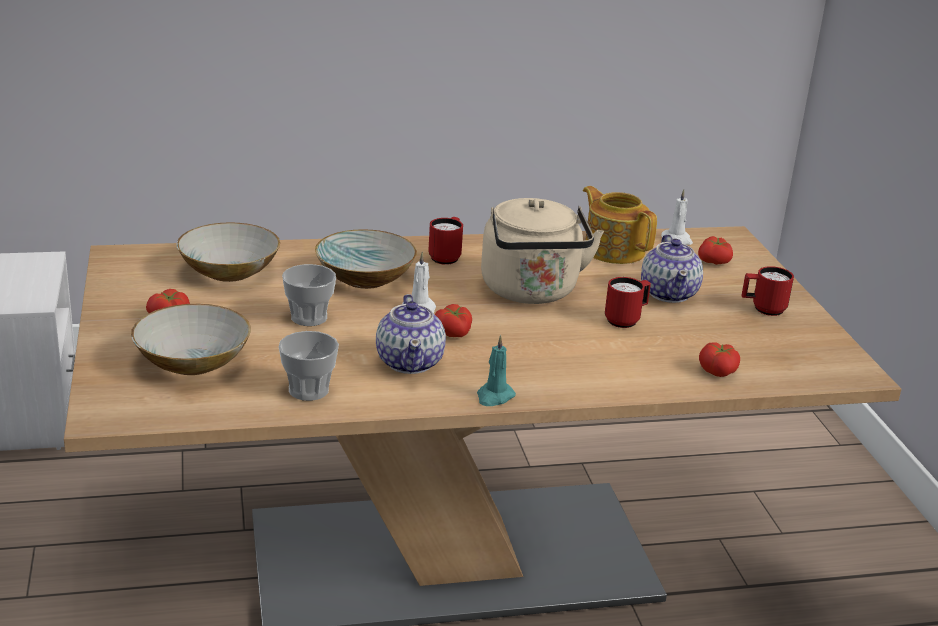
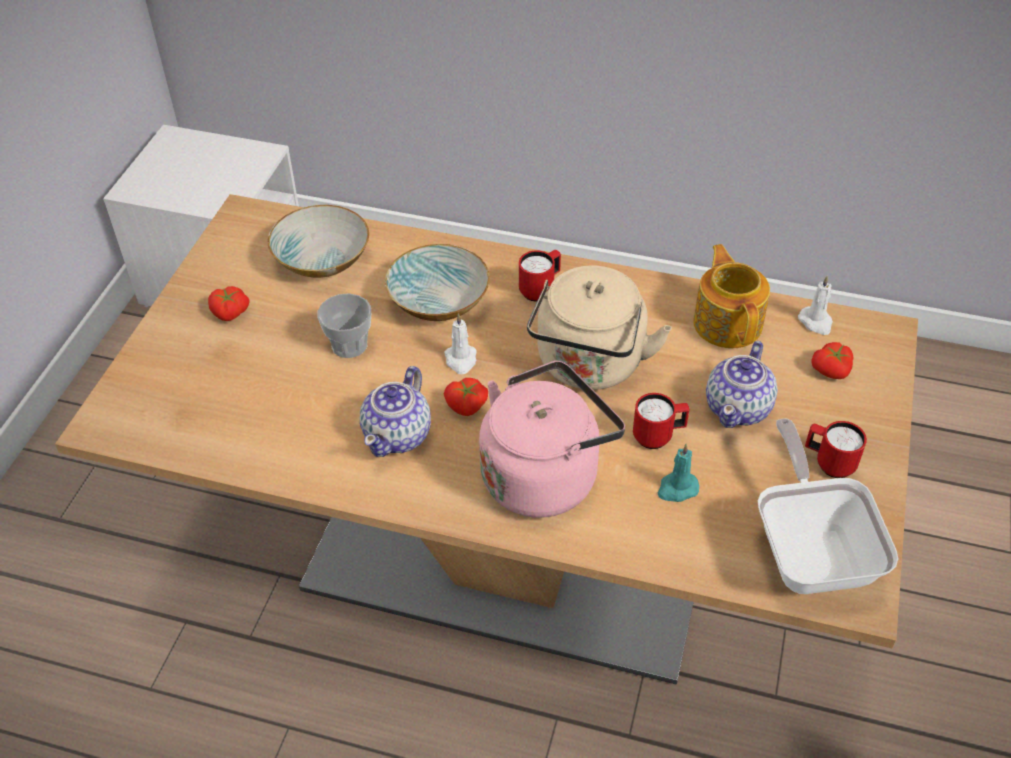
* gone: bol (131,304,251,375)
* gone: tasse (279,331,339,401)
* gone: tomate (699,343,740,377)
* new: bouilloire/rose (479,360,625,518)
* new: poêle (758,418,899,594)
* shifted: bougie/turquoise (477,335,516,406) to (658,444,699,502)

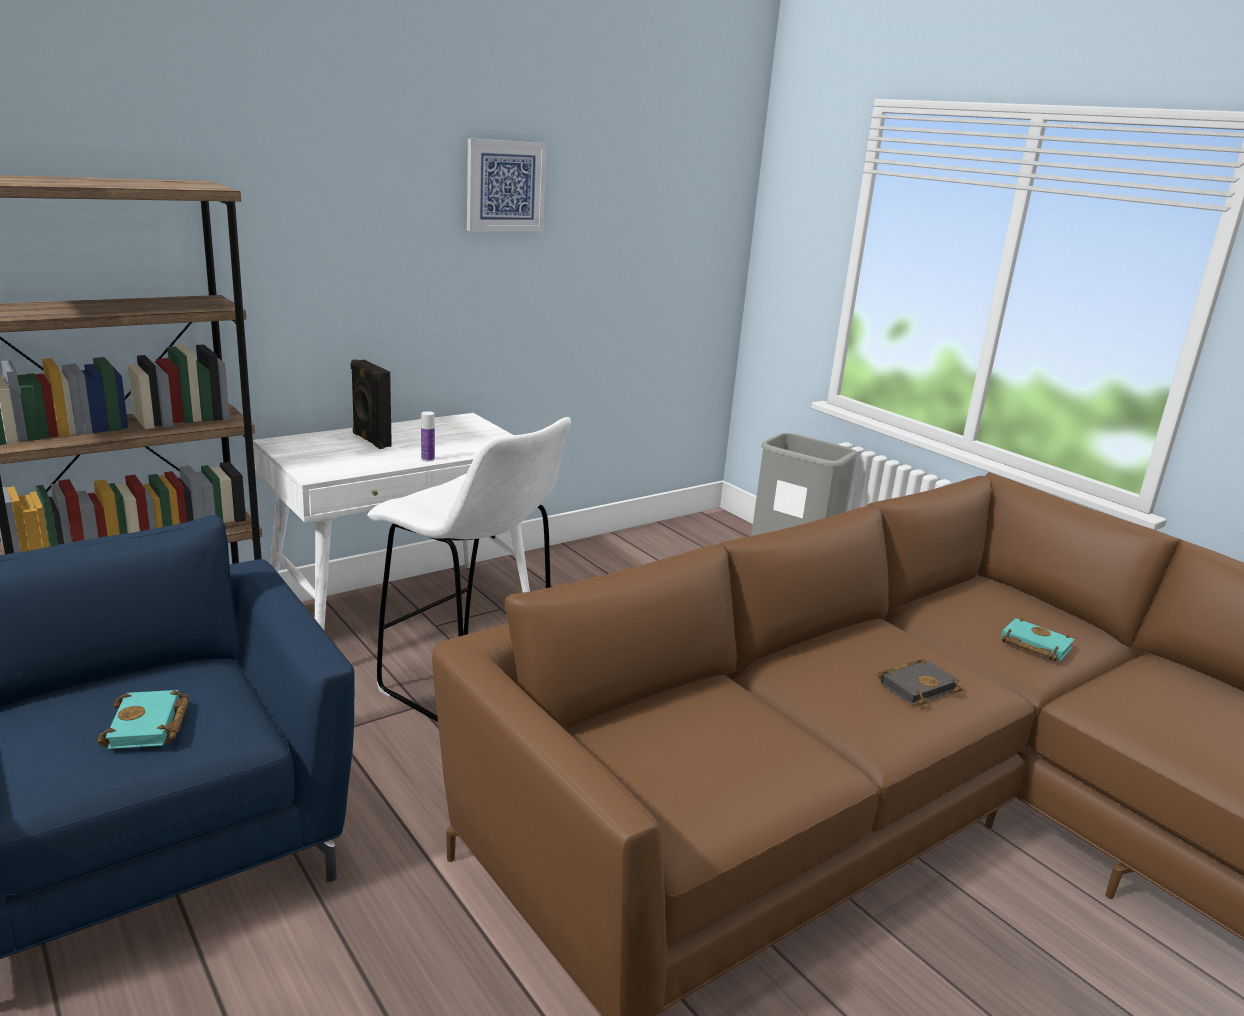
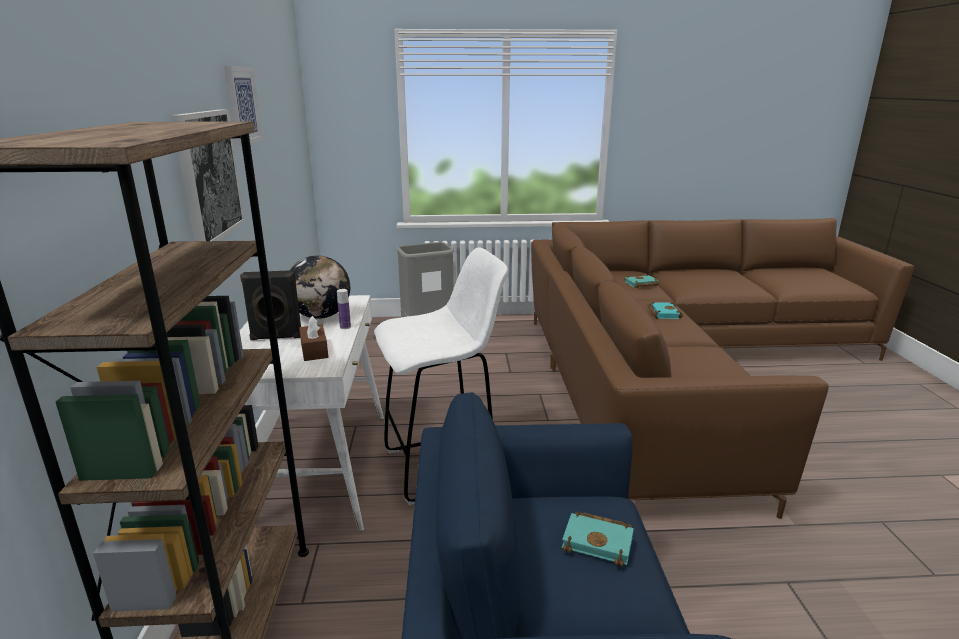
* new: tableau (171,109,245,241)
* new: globe (289,255,350,319)
* new: boîte à mouchoirs/marron (299,316,328,361)
* repainted: livre/noir (878,659,963,706) to livre/turquoise (647,302,683,319)

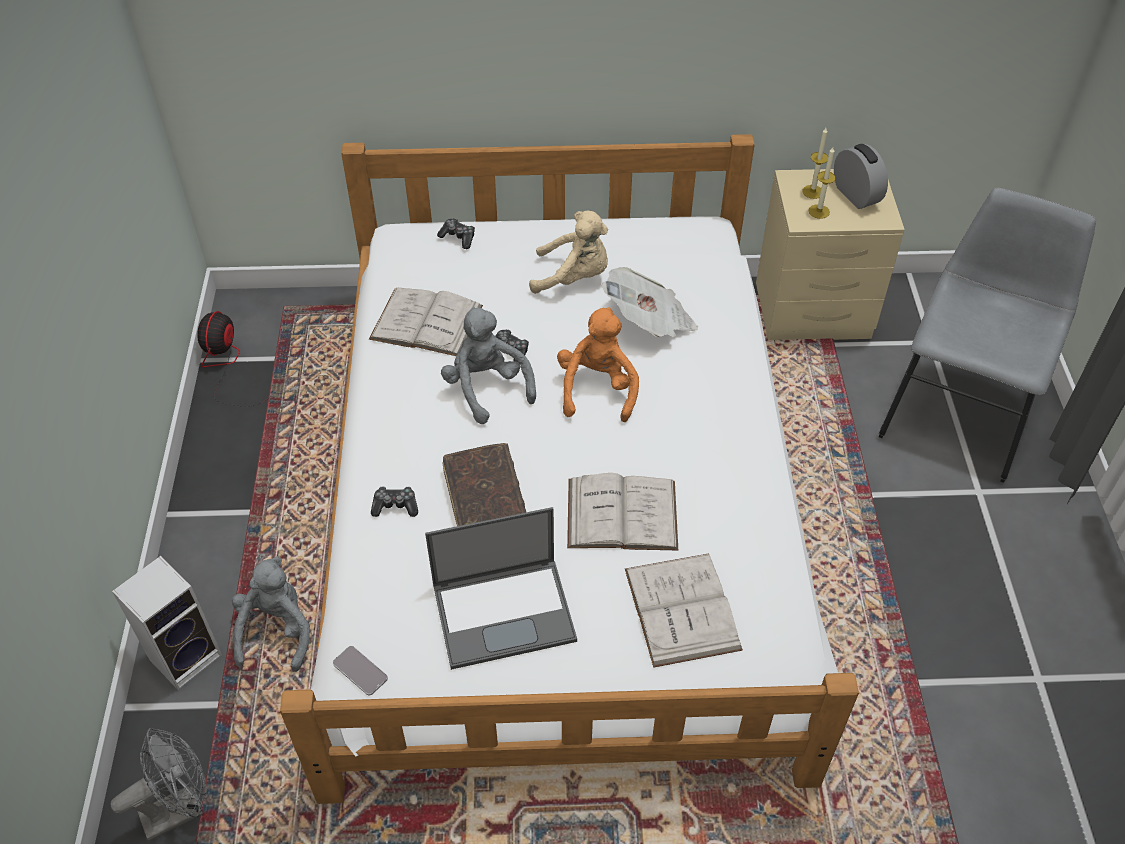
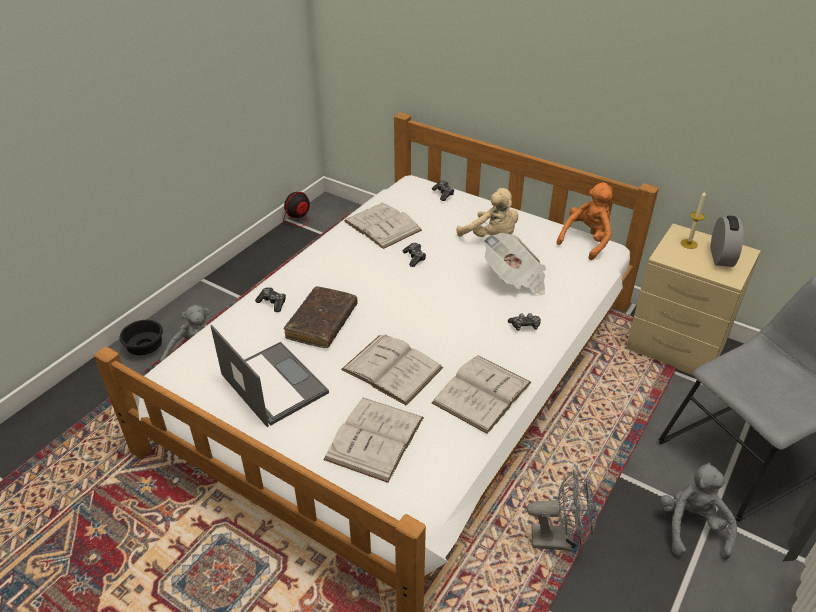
* gone: téléphone (333,646,388,696)
* gone: bougie (808,147,836,219)
* new: livre/blanc (432,355,532,434)
* new: manette (508,313,541,331)
* shifted: ventilateur/gris (111,728,207,841) to (527,470,596,551)
* shifted: peluche/gris (441,307,536,424) to (660,463,737,560)
* shifted: peluche/orange (557,307,639,422) to (557,182,613,260)
* swapped: enceinte (112,556,222,690) to bol/noir (120,320,163,355)
* rotated: ordinateur portable (425,507,577,670) = (211,325,329,427) 150 degrees counterclockwise

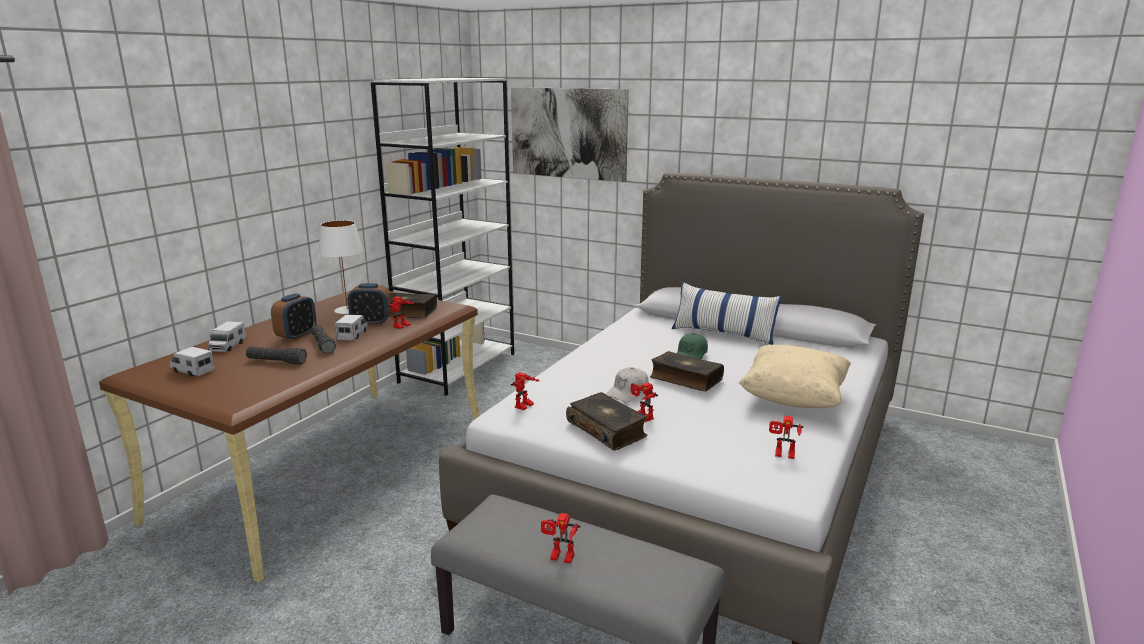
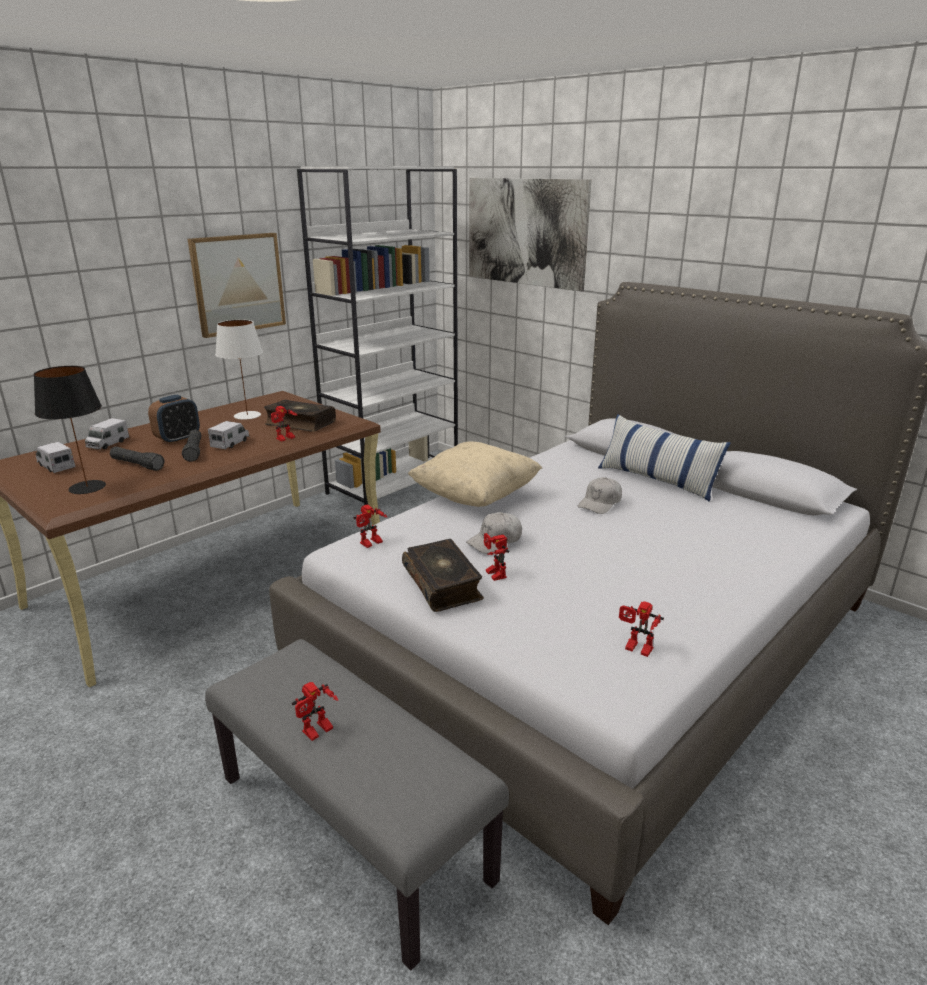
* gone: réveil (348,283,391,326)
* gone: livre (650,351,724,392)
* new: lampe de table/noir (33,366,106,494)
* new: tableau (188,233,286,338)
* shifted: coussin/beige (739,345,851,408) to (408,441,542,507)
* repainted: casquette/vert (677,333,708,360) to casquette/blanc (578,477,622,514)
* rotated: robot jouet (541,513,580,564) = (292,682,339,741) 75 degrees counterclockwise

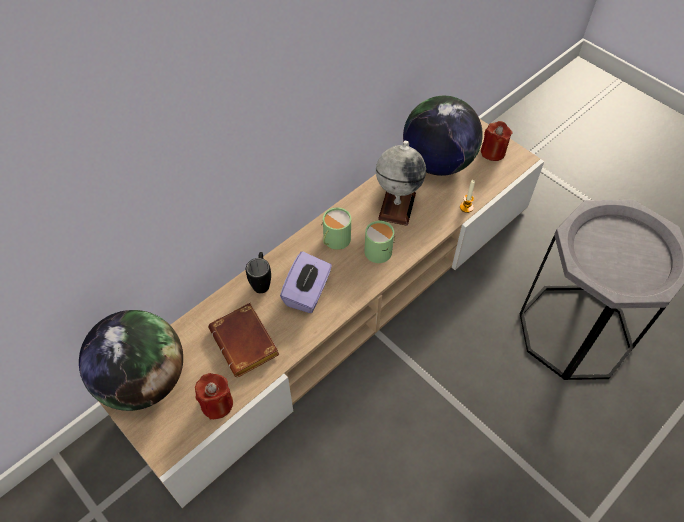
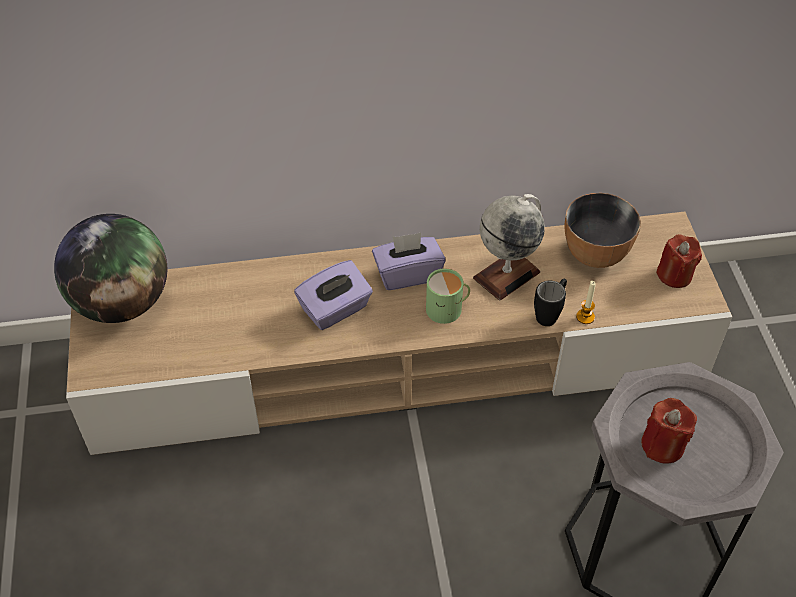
* gone: livre/marron (208,303,280,377)
* shifted: bougie/rouge (195,373,233,419) to (641,398,697,464)
* shifted: mug/noir (246,252,271,293) to (534,279,567,326)
* swapped: mug/vert (322,207,351,250) to boîte à mouchoirs/violet (372,233,446,290)
* swapped: globe (403,96,483,176) to bol (565,193,641,268)

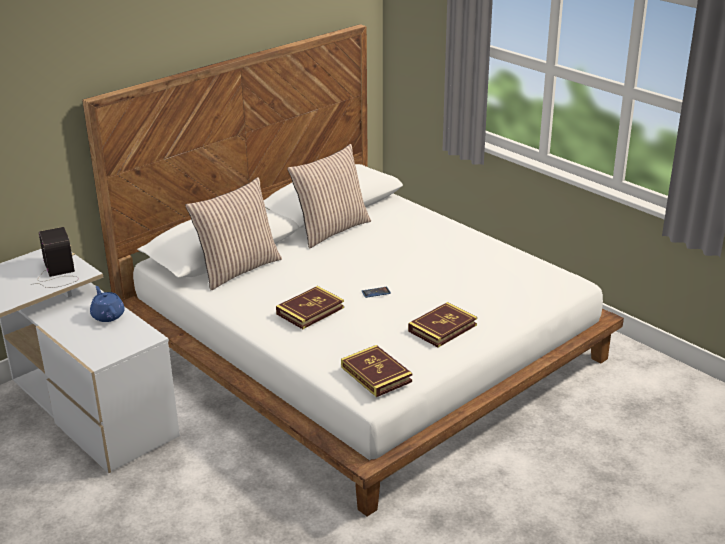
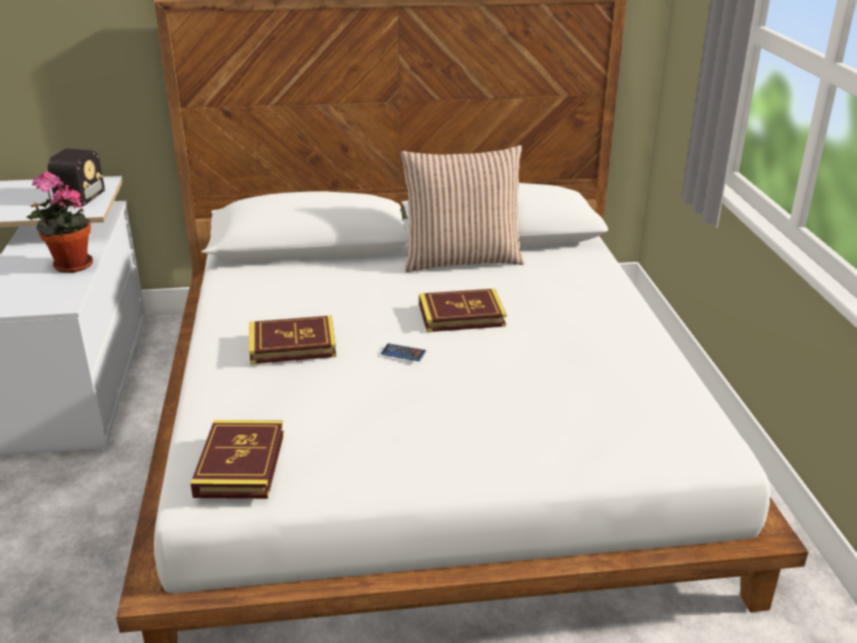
* gone: coussin (185,177,282,290)
* shifted: livre (408,302,477,347) to (419,289,506,332)
* swapped: théière/bleu (90,286,125,322) to plante en pot (27,172,93,273)

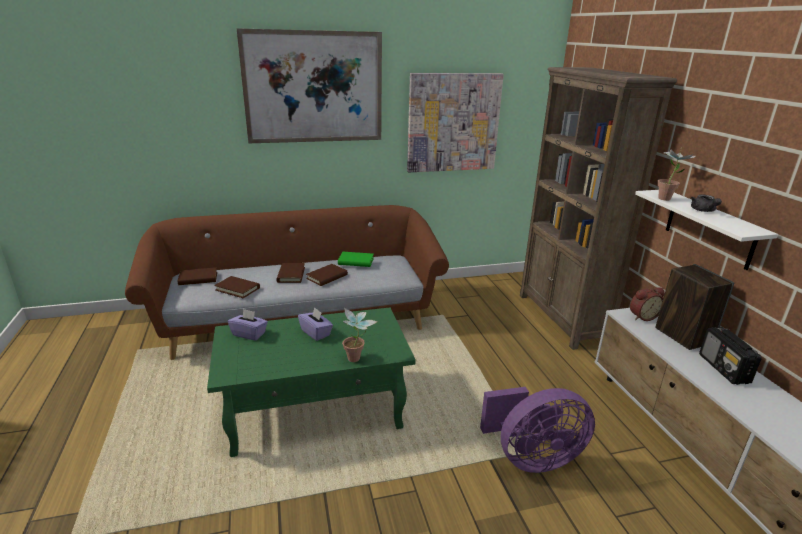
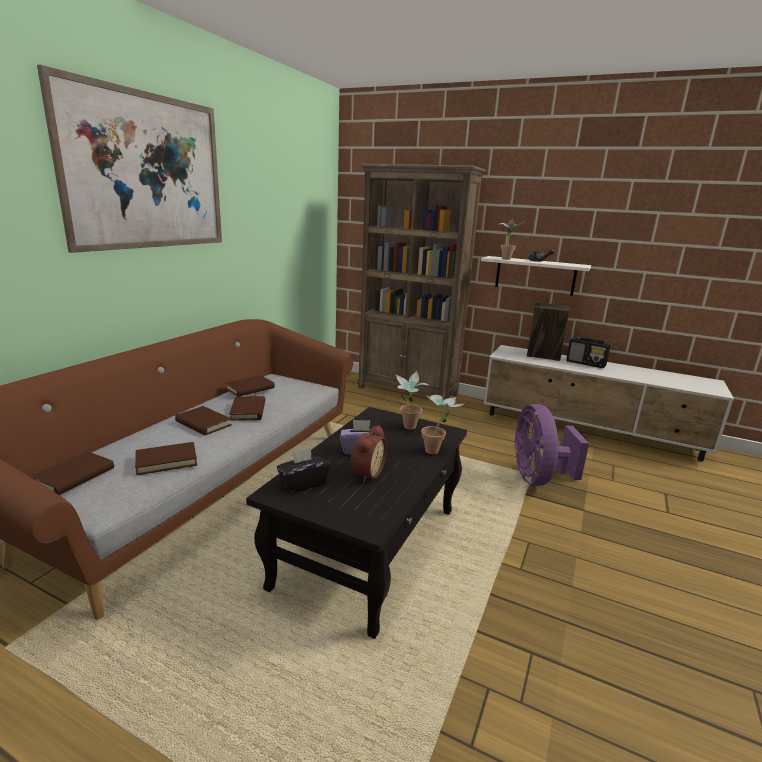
* gone: tableau (407,73,504,172)
* new: plante en pot (396,371,430,430)
* shifted: réveil (630,287,665,321) to (351,425,387,483)
* repainted: table basse/vert (207,307,416,457) to table basse/noir (246,407,467,639)
* repainted: boîte à mouchoirs/violet (228,309,268,341) to boîte à mouchoirs/noir (277,448,330,493)
* repainted: livre/vert (338,252,374,267) to livre/marron (225,375,275,396)
* rotated: ventilateur/violet (480,387,595,473) = (514,404,589,486) 150 degrees clockwise

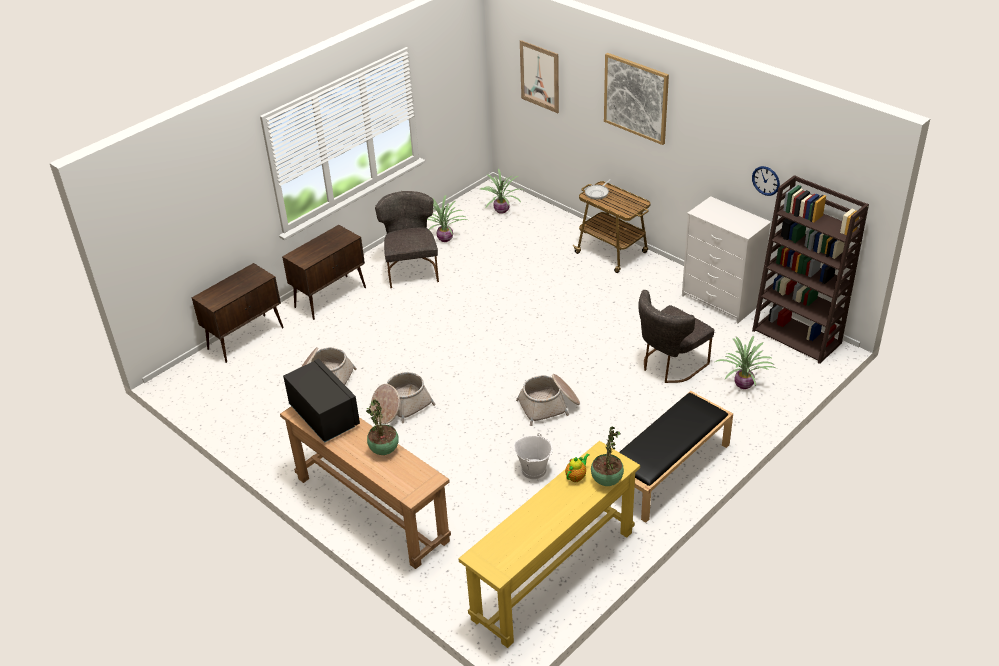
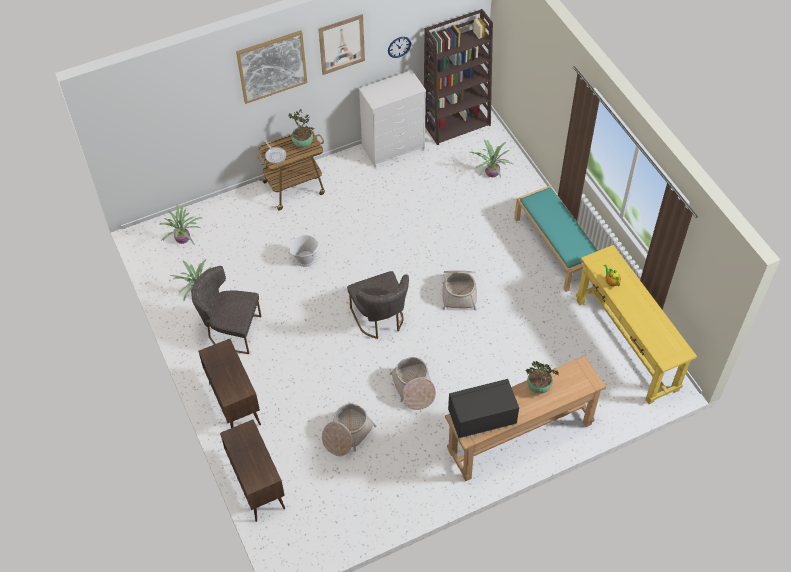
* shifted: seau/blanc (514,433,553,479) to (290,234,319,267)
* shifted: tableau (520,40,559,113) to (318,14,365,75)
* shifted: plante en pot (591,427,624,486) to (288,109,314,148)
* shifted: chaise/gris (638,290,714,383) to (347,271,409,339)
* repainted: banc/noir (619,391,733,523) to banc/turquoise (514,185,598,292)

